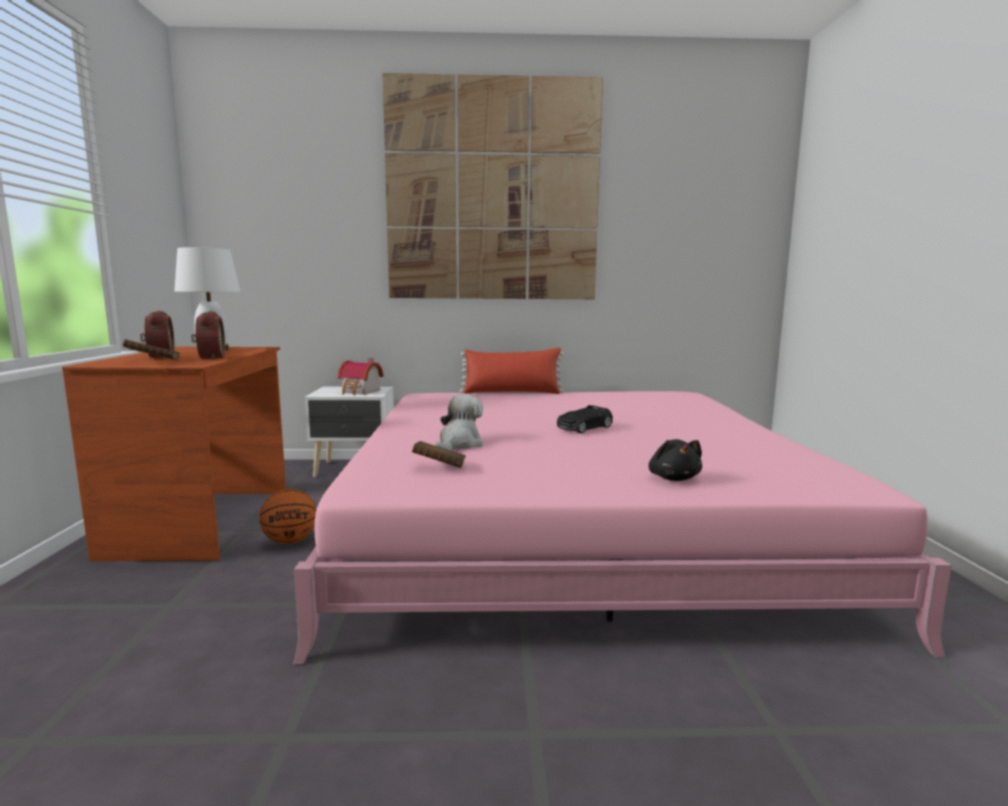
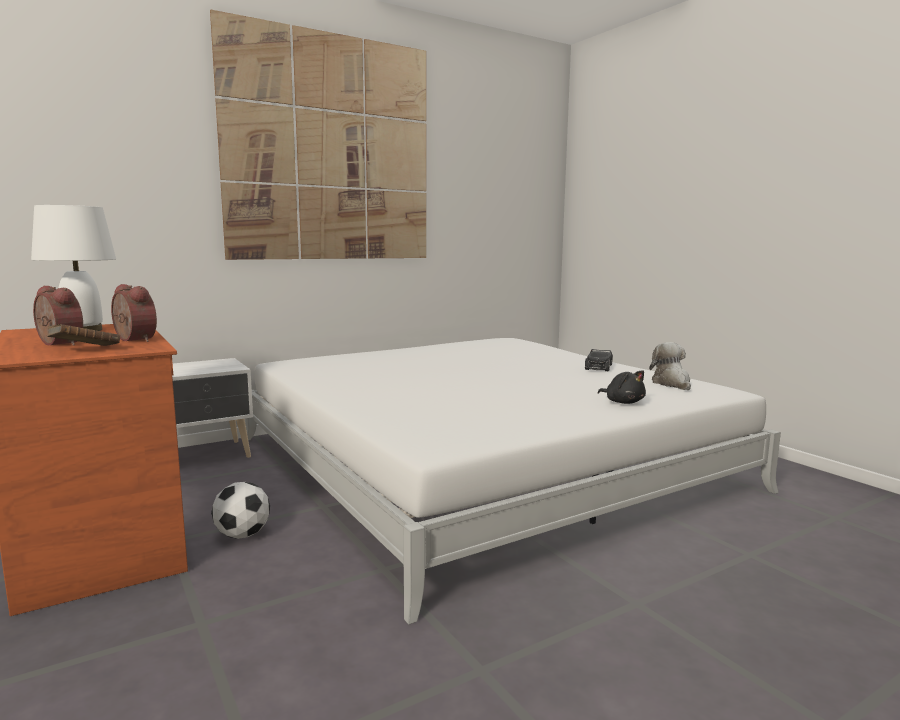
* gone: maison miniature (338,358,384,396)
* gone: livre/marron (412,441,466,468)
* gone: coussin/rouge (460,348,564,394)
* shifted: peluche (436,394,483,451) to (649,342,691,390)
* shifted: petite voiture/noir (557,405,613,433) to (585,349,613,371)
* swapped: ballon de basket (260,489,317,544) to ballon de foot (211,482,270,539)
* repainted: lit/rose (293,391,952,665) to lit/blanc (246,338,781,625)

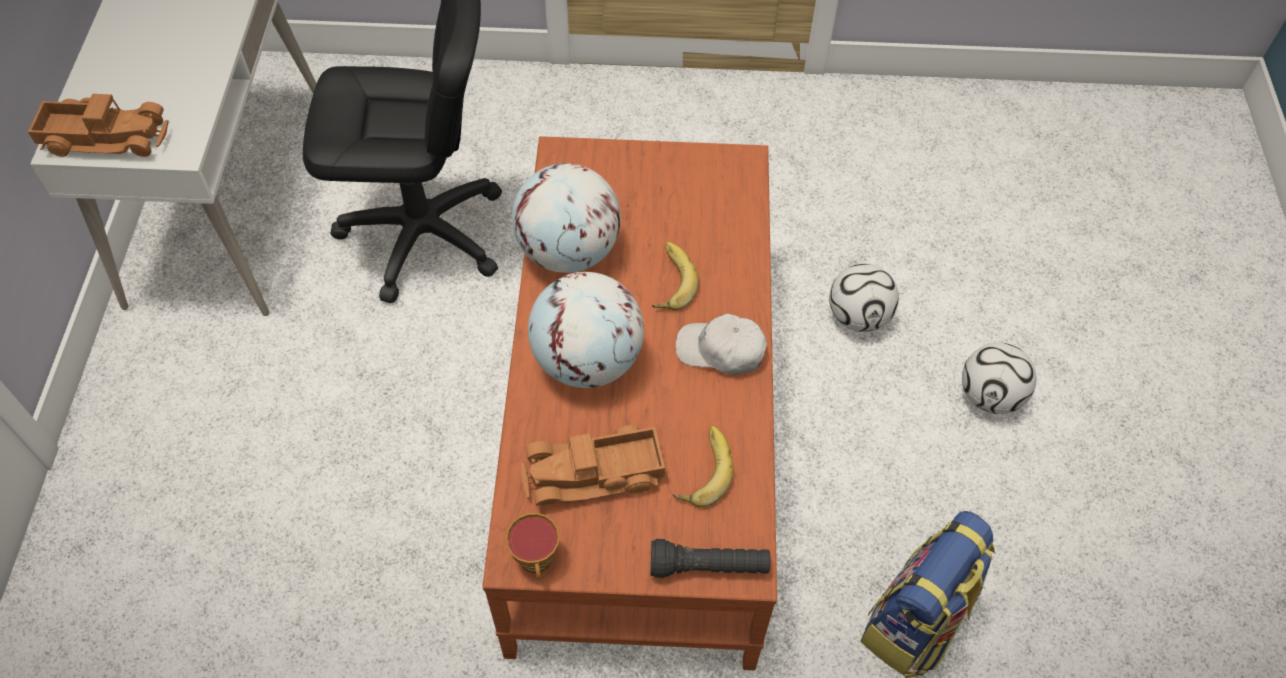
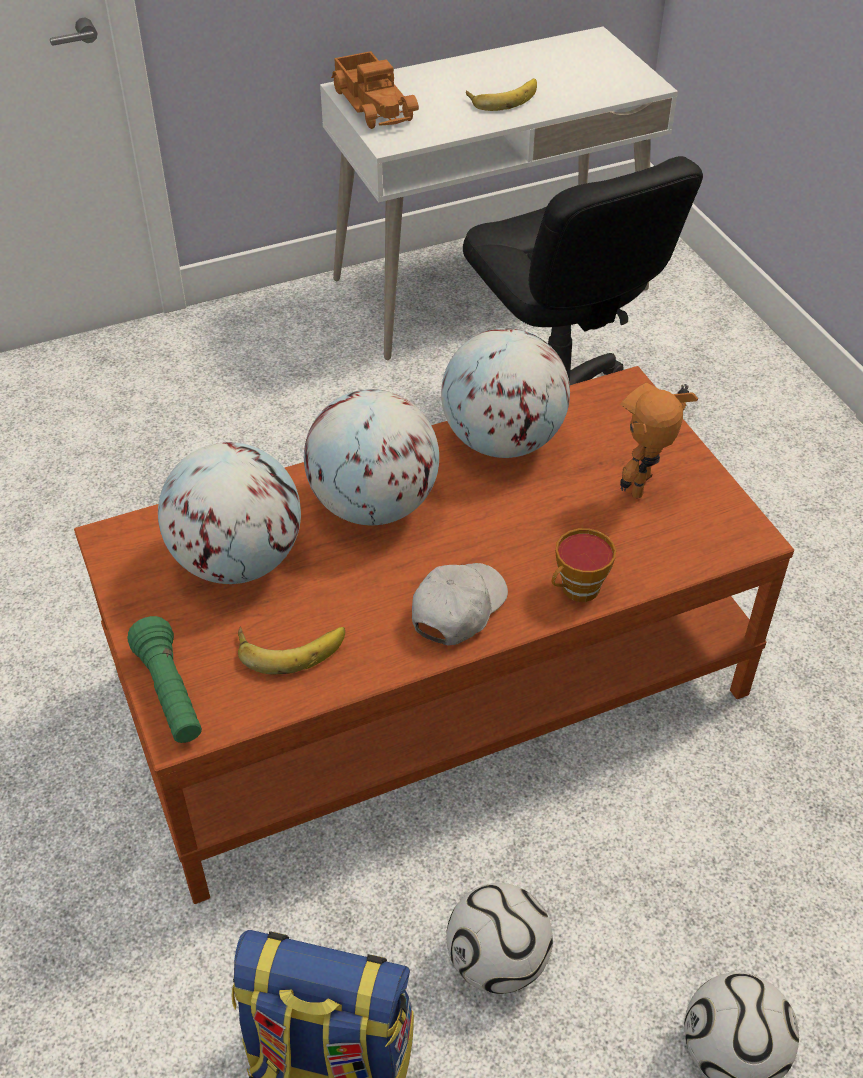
* new: robot jouet (620,383,698,498)
* shifted: tasse (505,513,560,580) to (552,528,616,602)
* shifted: banane (652,242,699,310) to (466,78,537,111)
* shifted: ballon de foot (829,264,899,332) to (446,883,553,994)
* swapped: camion jouet (521,425,665,506) to globe (158,442,301,584)
* repainted: lampe de poche/noir (651,539,770,578) to lampe de poche/vert (128,616,202,743)
* rotated: casquette/blanc (676,314,766,375) = (412,563,508,646) 45 degrees clockwise

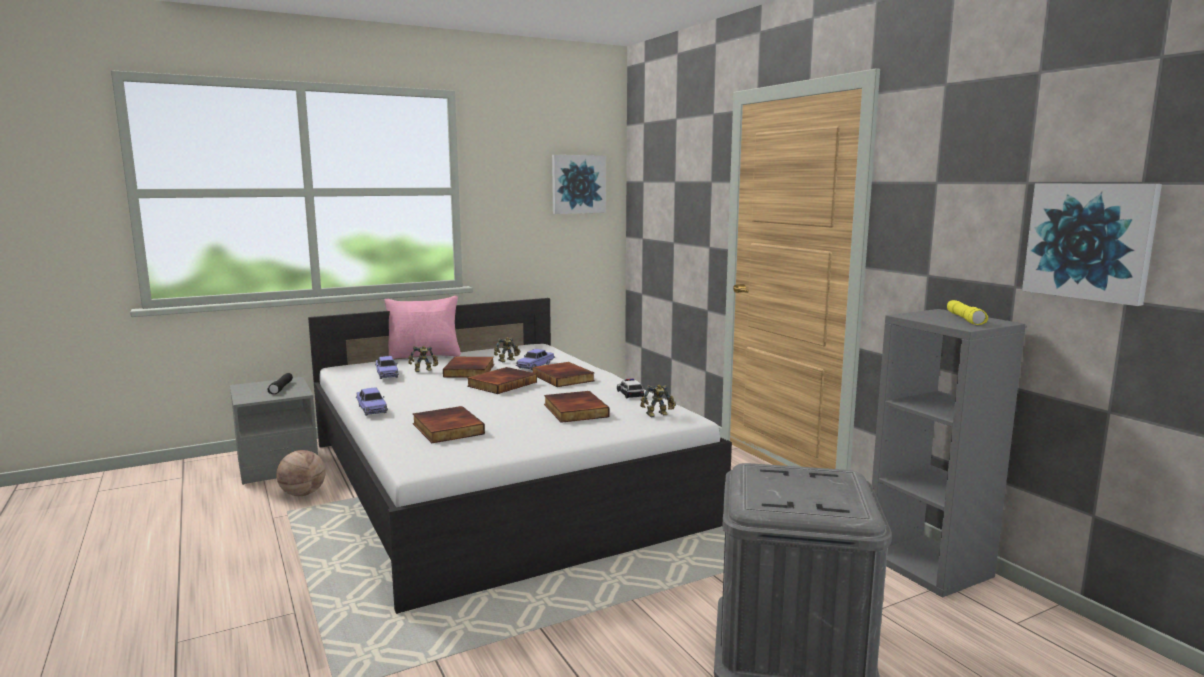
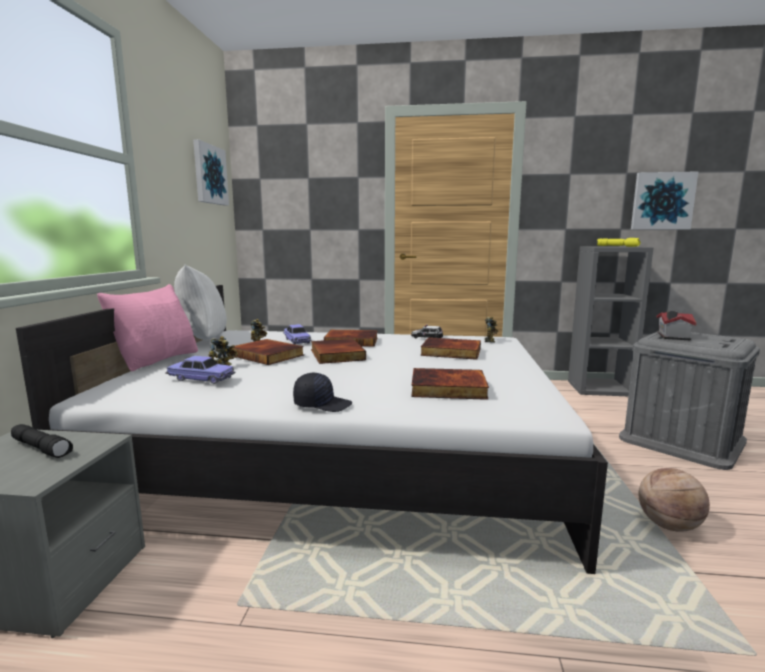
* new: coussin/blanc (174,265,227,340)
* new: maison miniature (656,311,697,340)
* shifted: ballon de basket (276,450,326,496) to (638,468,710,532)
* swapped: petite voiture (356,388,388,416) to casquette/noir (293,373,352,412)

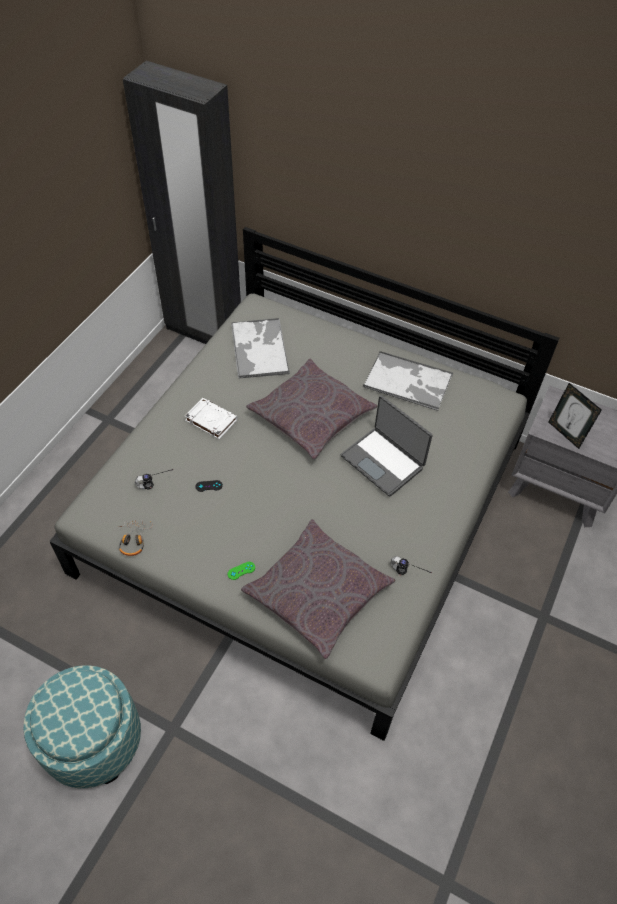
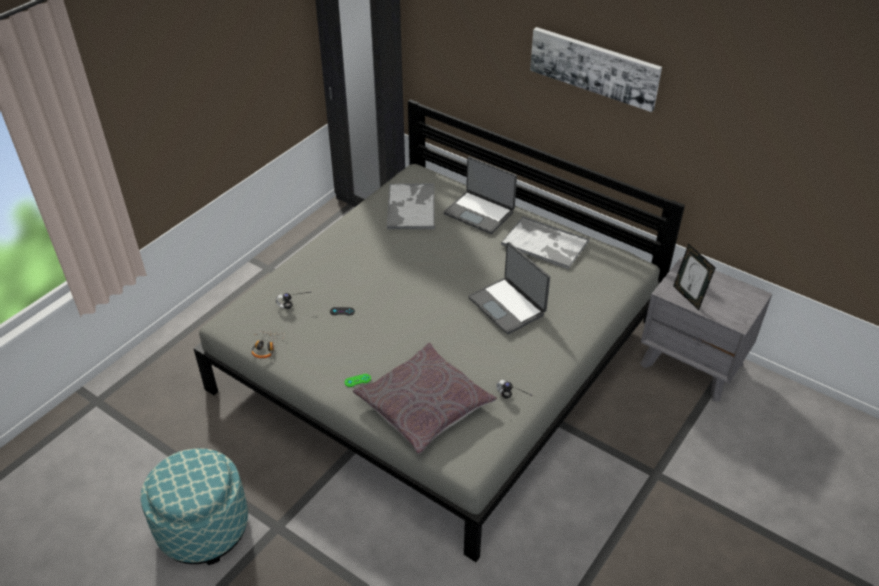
* gone: livre/blanc (185,398,238,440)
* gone: coussin/gris (246,358,378,460)
* new: ordinateur portable (444,156,517,234)
* new: tableau (530,27,662,112)

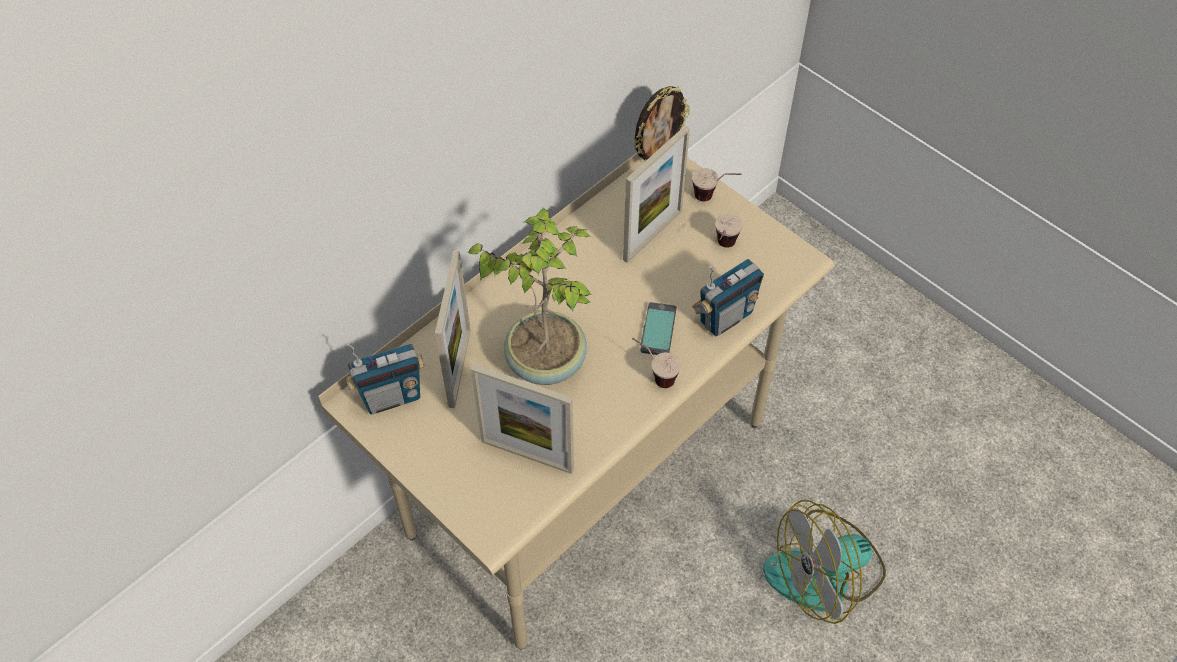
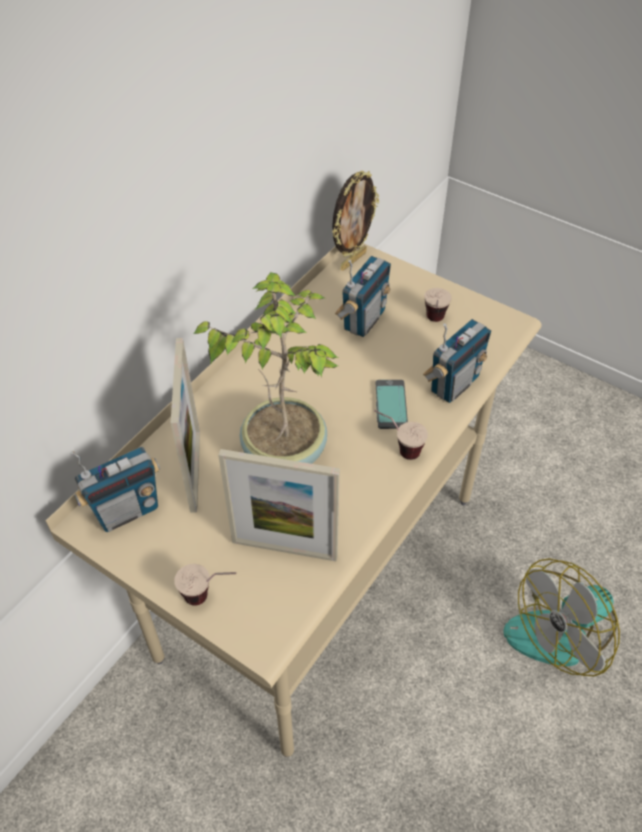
* shifted: tasse (692,168,742,202) to (174,564,236,606)
* swapped: cadre photo (623,126,690,263) to radio (335,256,391,337)

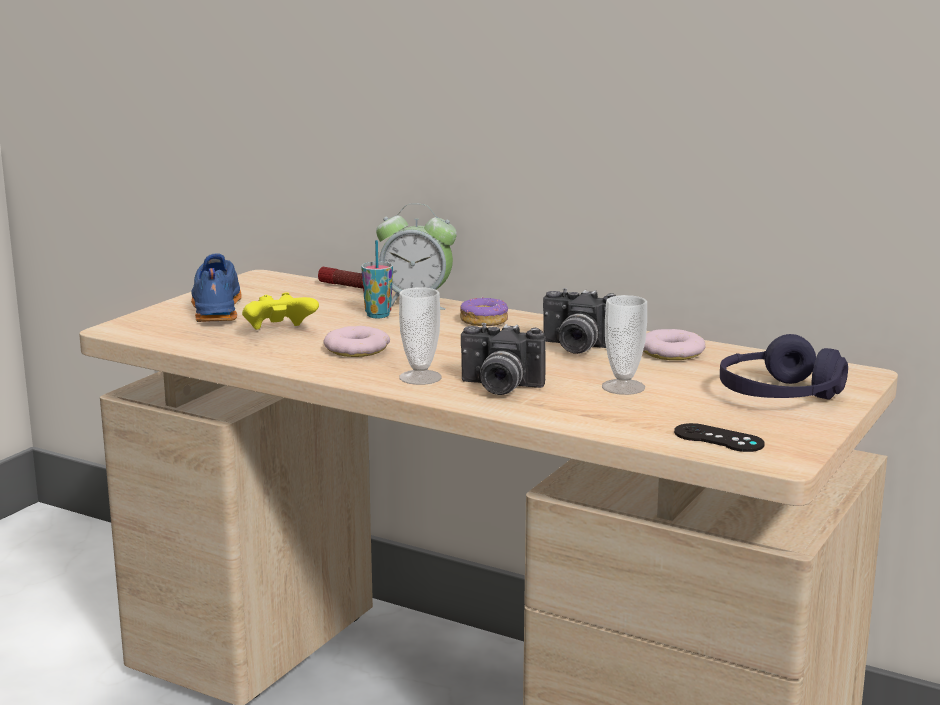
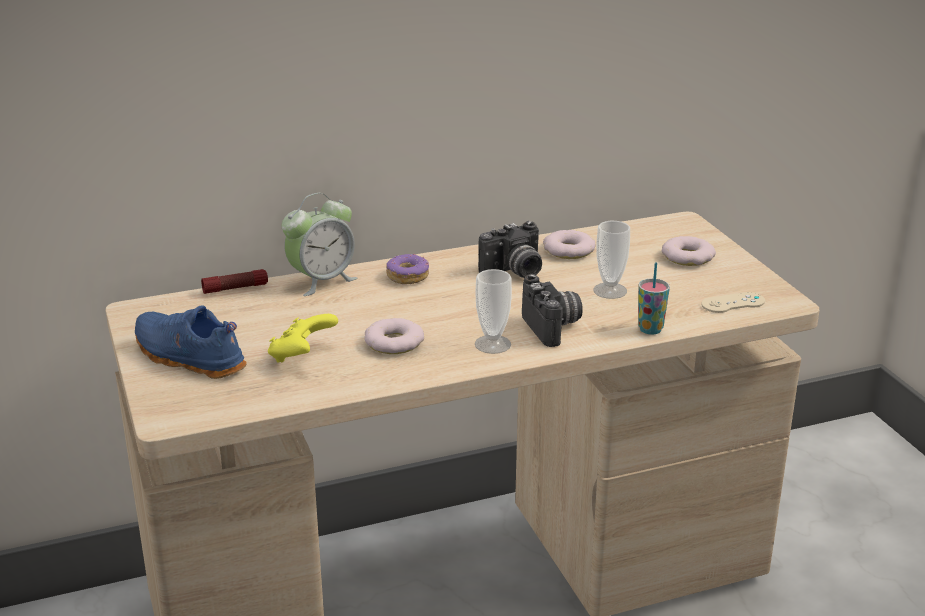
* shifted: tasse (361,240,393,318) to (638,262,670,335)
* swapped: casque audio/violet (720,334,848,400) to beignet (662,236,716,266)
* repainted: manette/noir (674,423,765,452) to manette/beige (701,292,765,313)
* rotated: appareil photo (461,323,546,395) = (522,274,583,347) 75 degrees counterclockwise

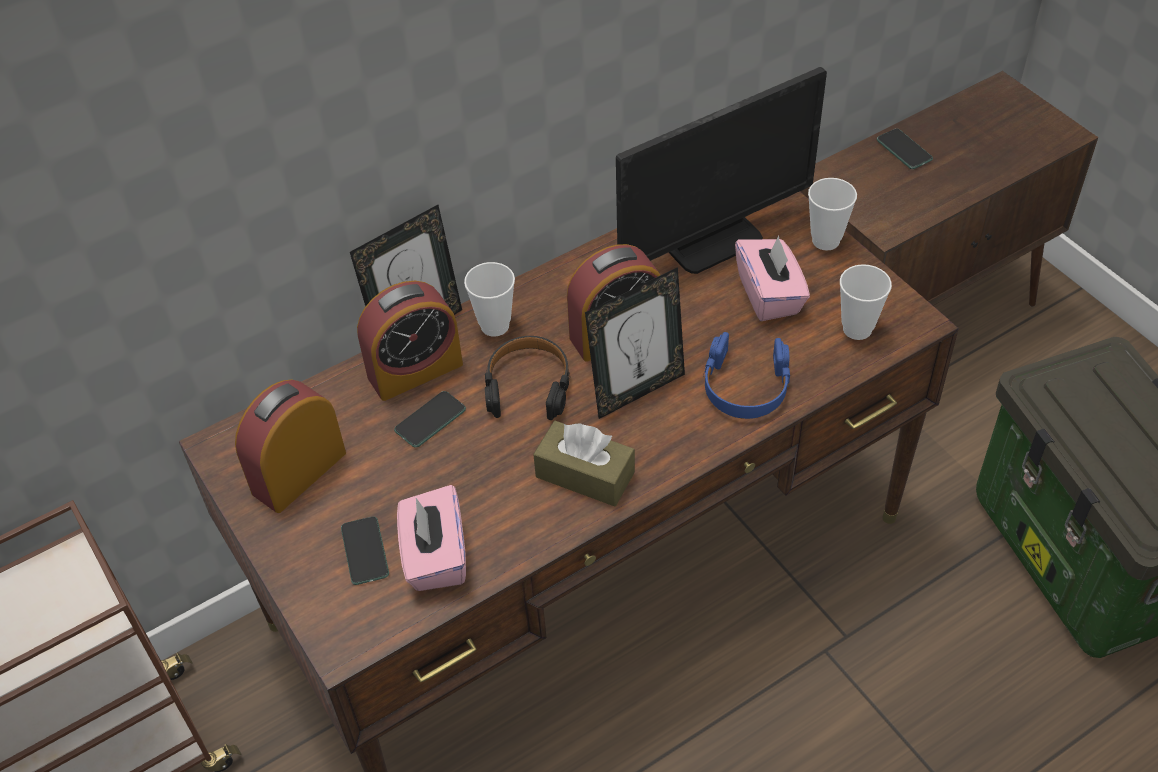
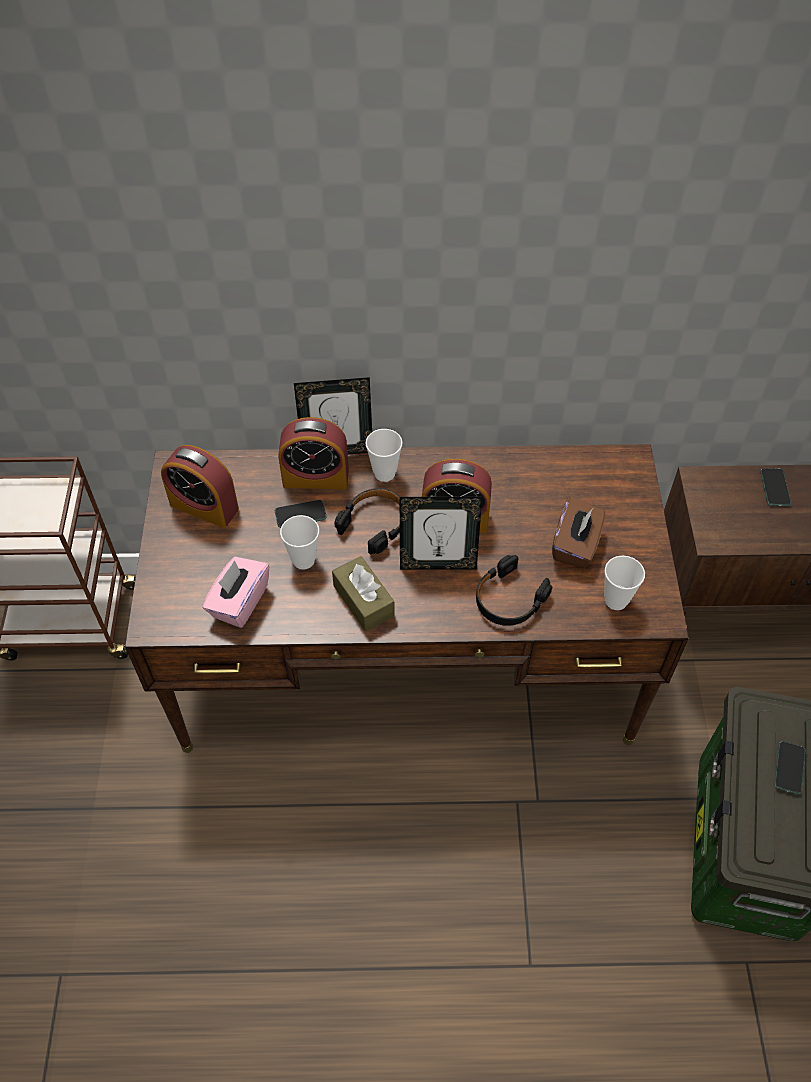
* gone: écran d'ordinateur (616,67,827,274)
* shifted: téléphone (341,517,389,585) to (775,741,806,794)
* shifted: tasse (808,178,857,250) to (280,515,319,570)
* repainted: casque audio/bleu (704,332,790,419) to casque audio/noir (476,555,552,626)
* repainted: boîte à mouchoirs/rose (735,235,810,321) to boîte à mouchoirs/marron (552,496,605,568)
* rotated: réveil (235,379,346,513) = (161,445,239,528) 135 degrees counterclockwise

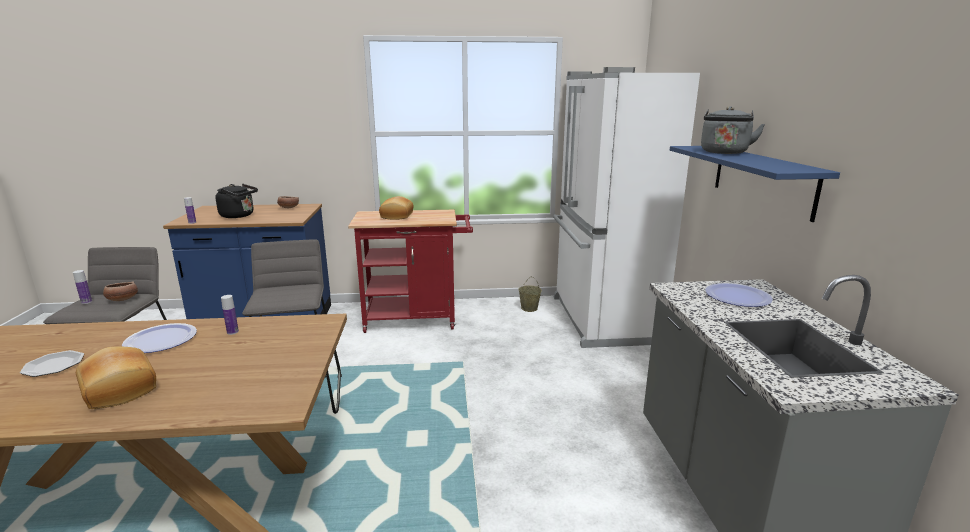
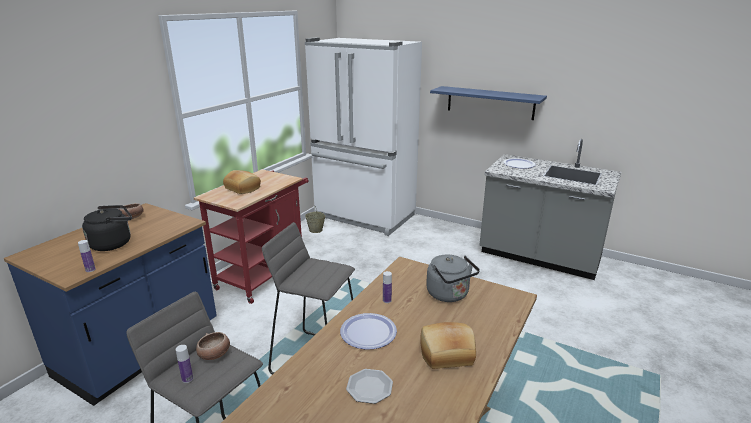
* shifted: bouilloire/gris (701,106,765,154) to (426,255,480,302)

